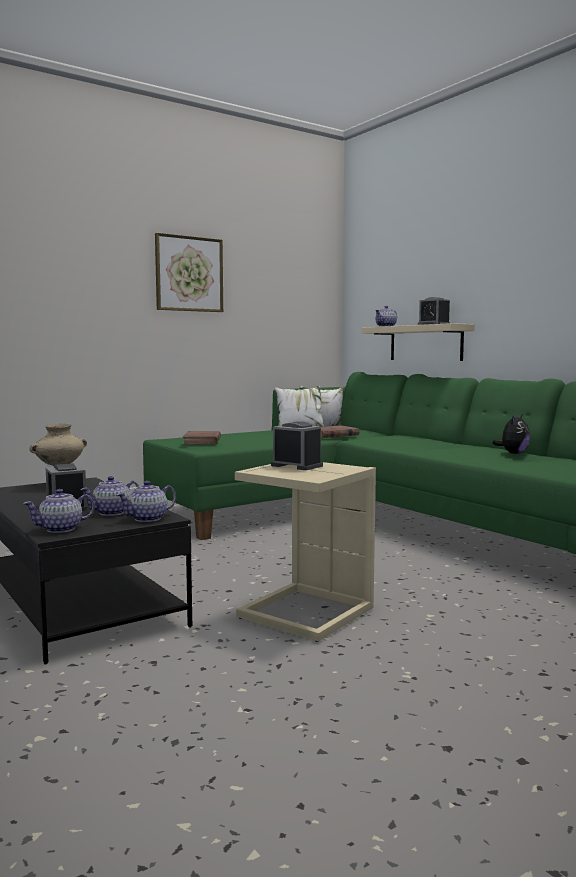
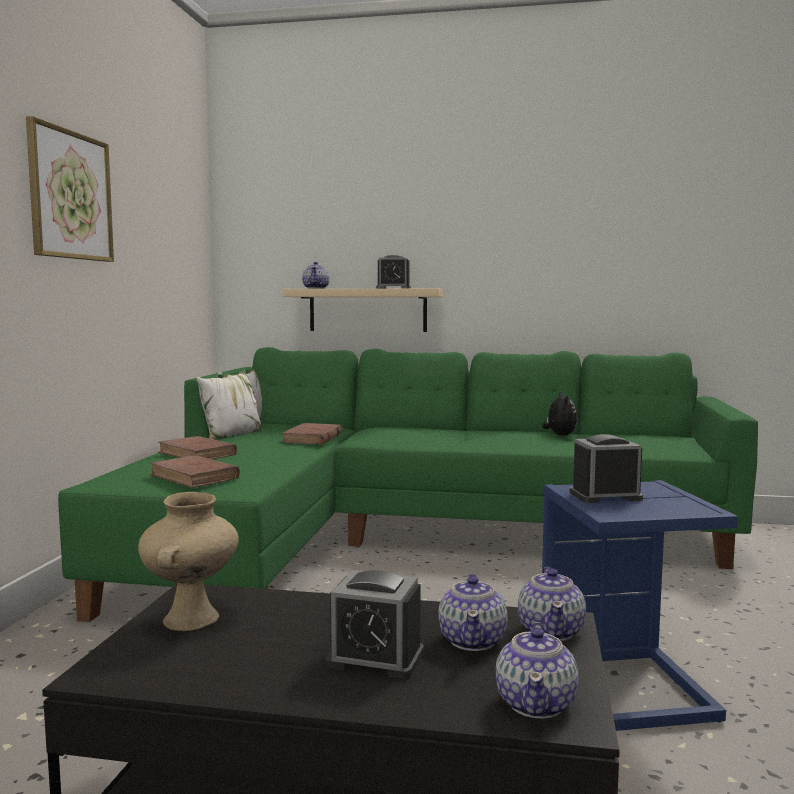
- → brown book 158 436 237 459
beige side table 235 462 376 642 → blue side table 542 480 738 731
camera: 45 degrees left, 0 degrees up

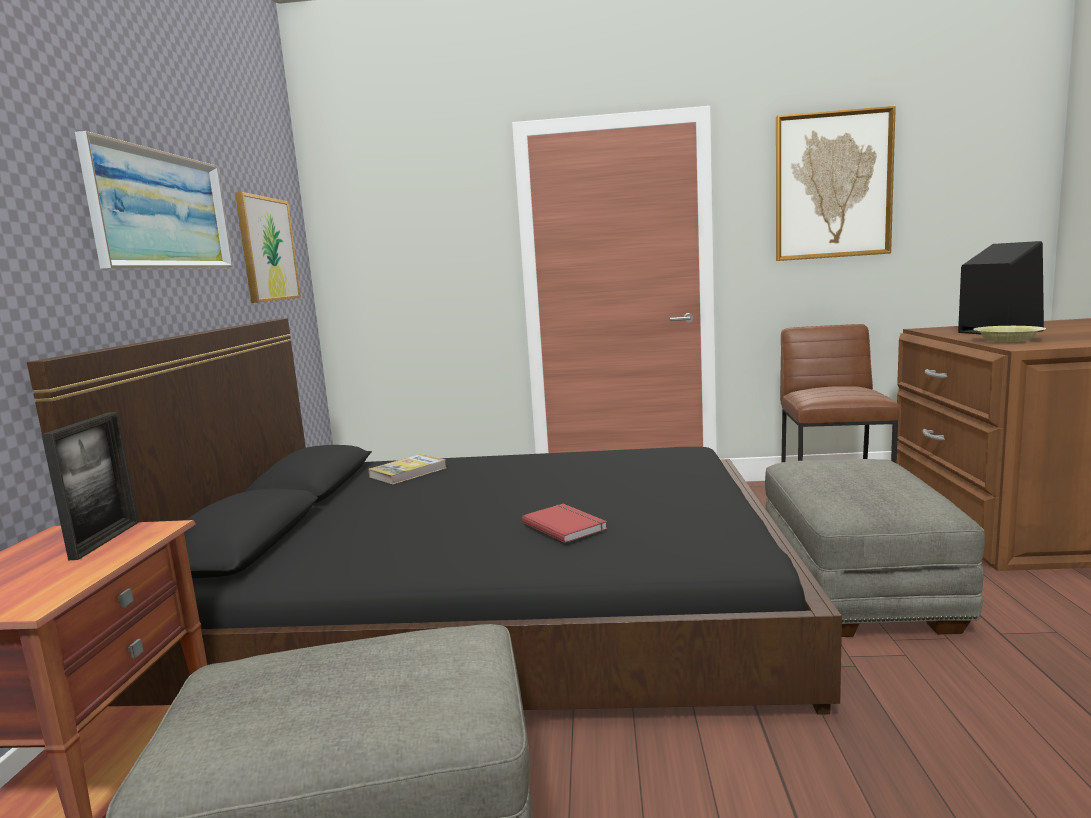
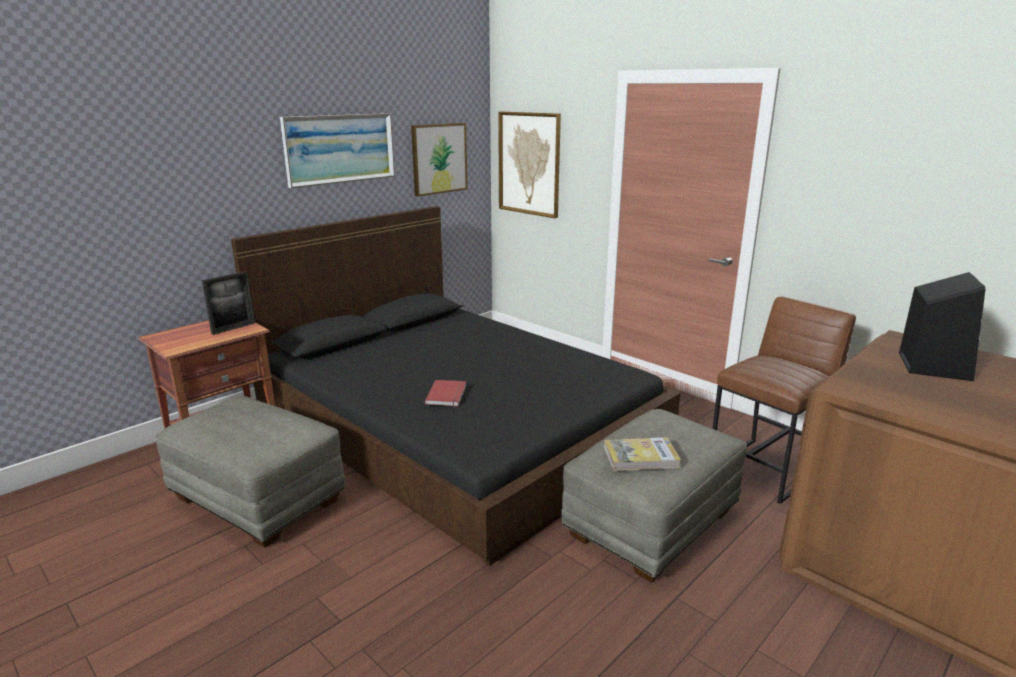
yellow bowl 973 326 1046 342 → -
book 369 454 446 484 → book 604 437 681 471, relocated
picture 776 106 896 261 → picture 498 112 561 218, relocated
camera: 40 degrees right, 10 degrees up

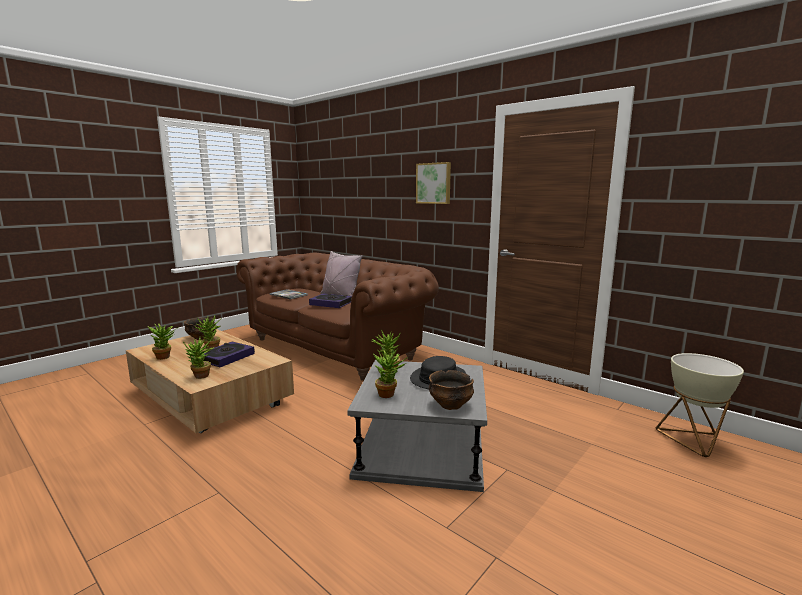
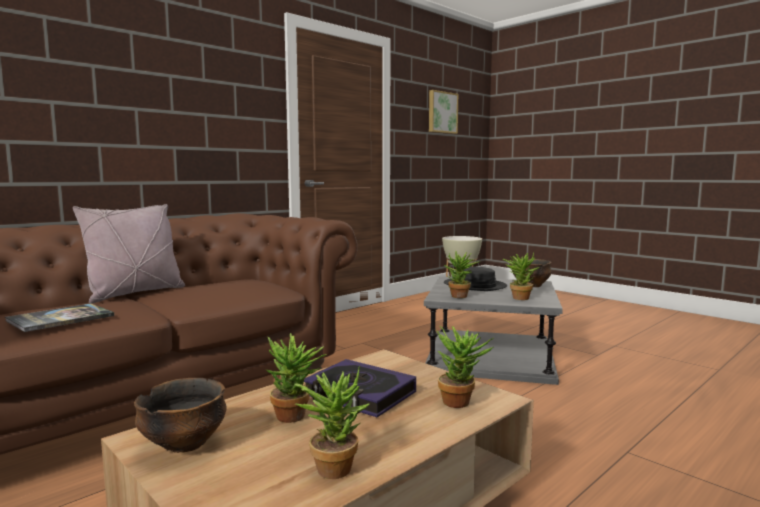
book 309 294 352 308 → -
picture 416 162 451 204 → picture 429 90 458 134, relocated
camera: 85 degrees left, 5 degrees down

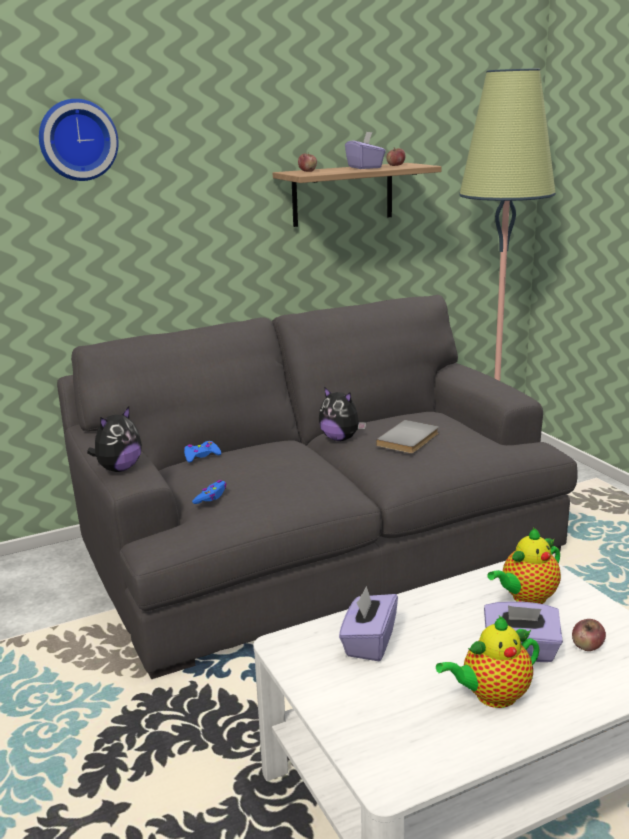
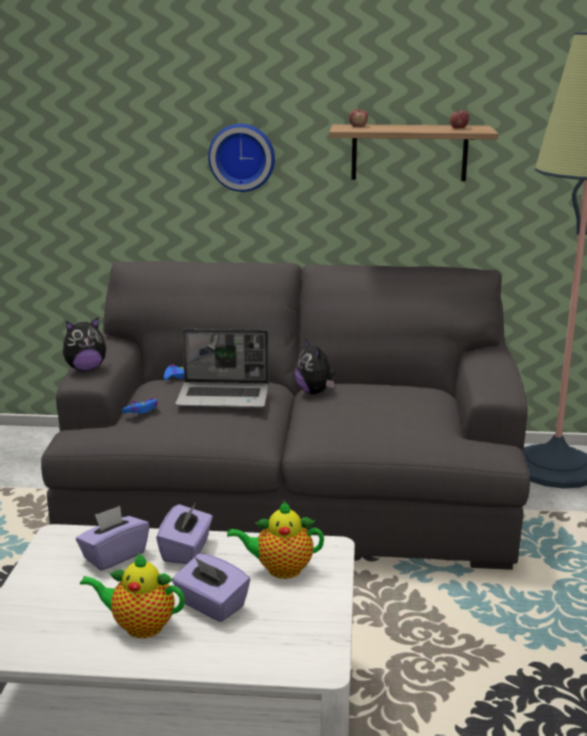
grey book 376 420 439 454 → -
apple 572 619 606 651 → -
- → laptop 175 329 269 408
wall clock 39 99 119 181 → wall clock 208 124 275 192, relocated
purple tissue box 345 132 386 169 → purple tissue box 156 503 213 564, relocated
camera: 30 degrees right, 0 degrees up

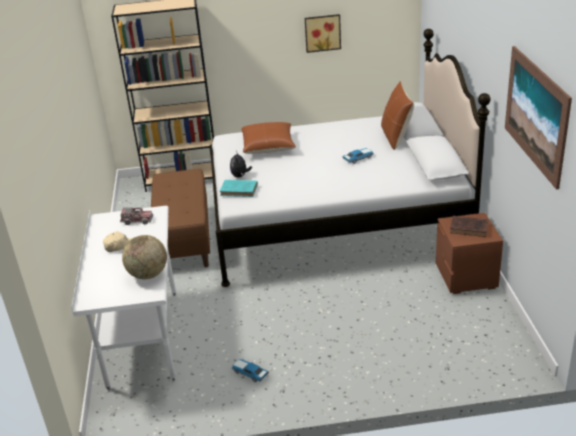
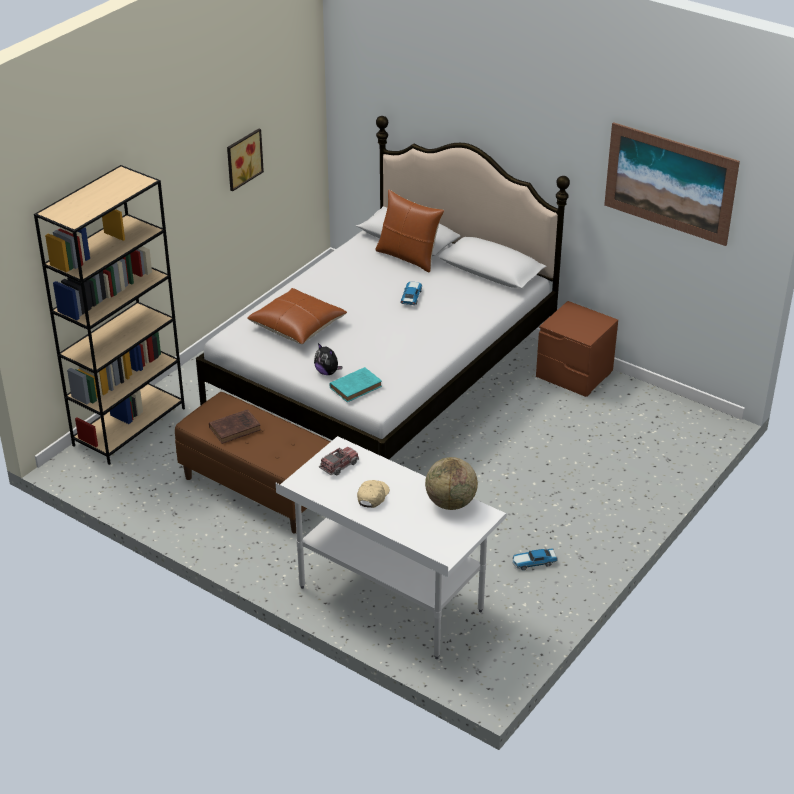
brown book 450 216 489 237 → brown book 209 409 261 444, relocated
camera: 50 degrees left, 5 degrees up

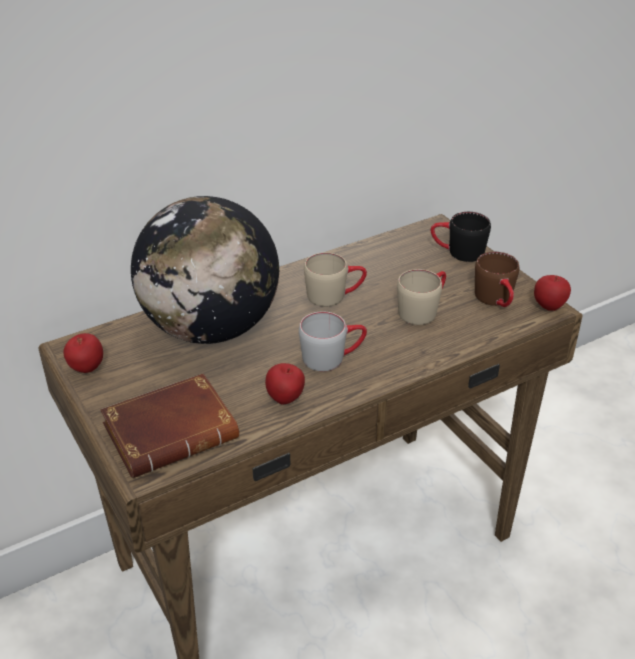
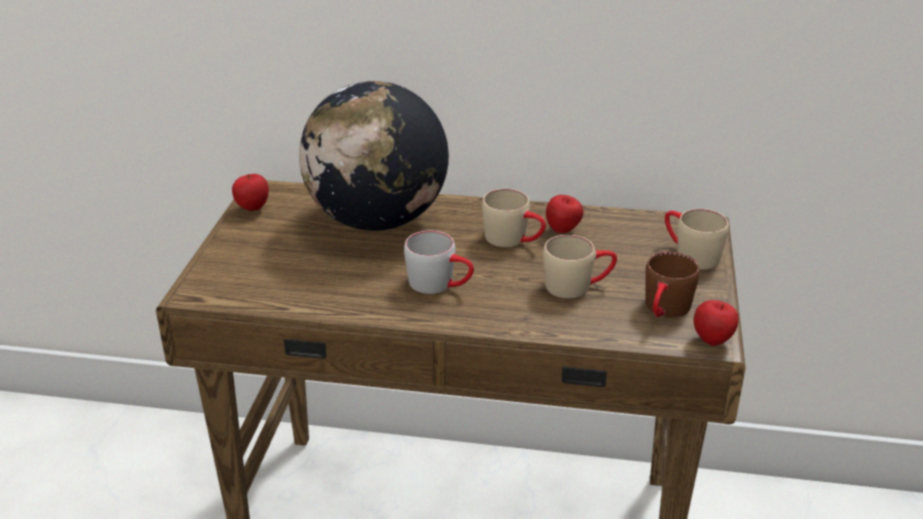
brown book 100 373 239 478 → -
apple 265 363 305 405 → apple 546 195 584 233, relocated
black mug 431 212 491 262 → beige mug 665 209 729 270
camera: 40 degrees right, 5 degrees down

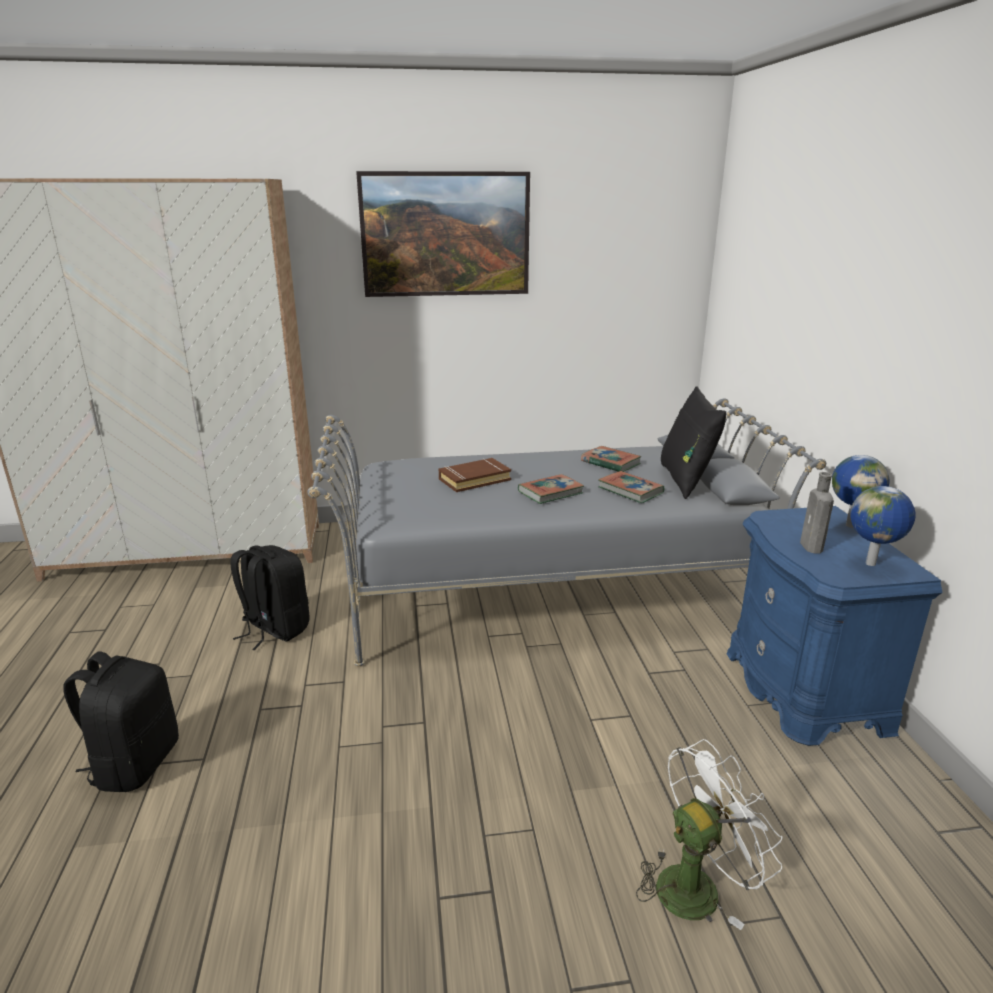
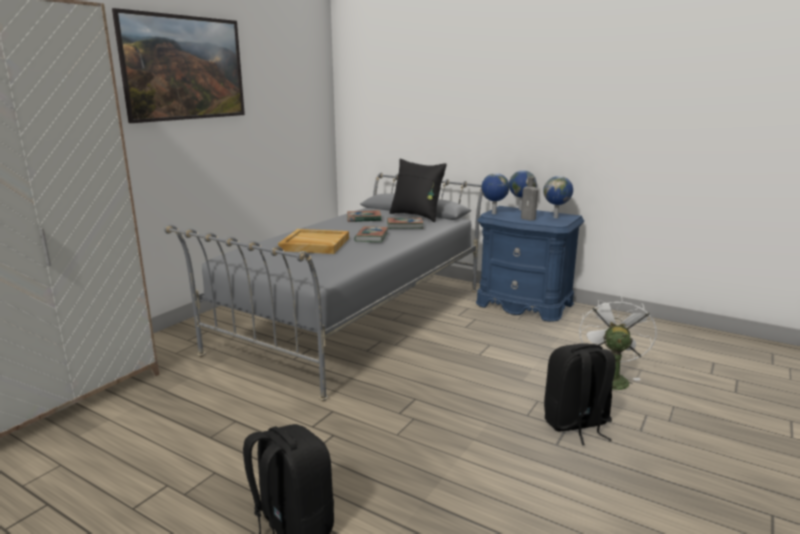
- → globe 481 173 510 214
black backpack 230 545 309 650 → black backpack 544 343 616 445, relocated
brown book 439 458 511 492 → beige tray 278 229 349 254
camera: 50 degrees left, 5 degrees down

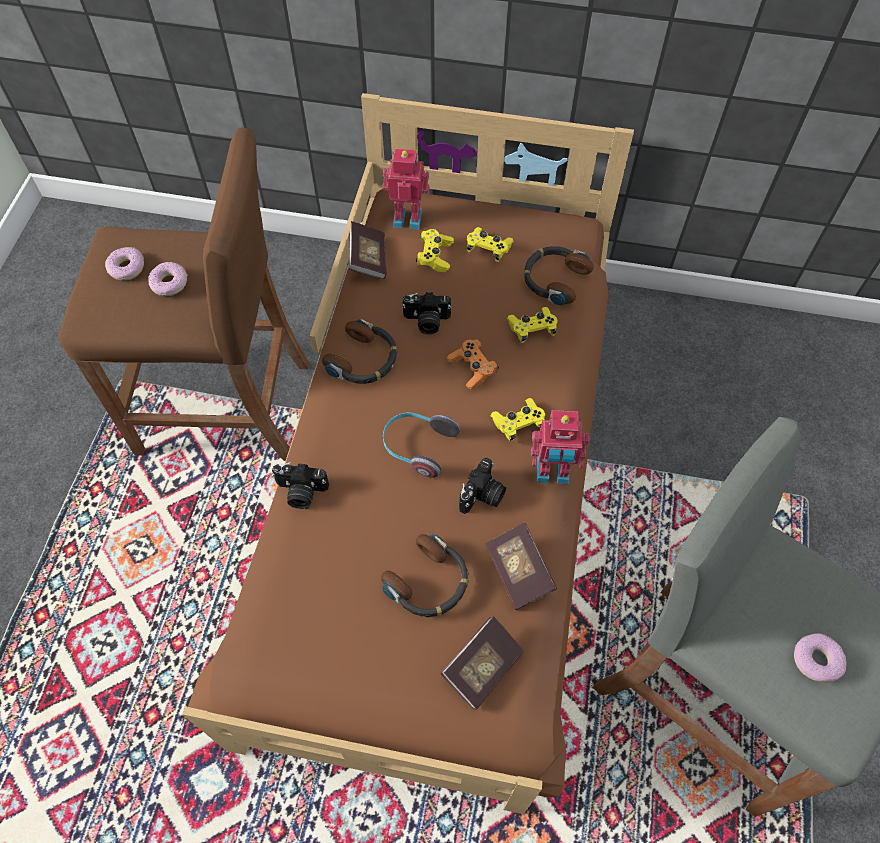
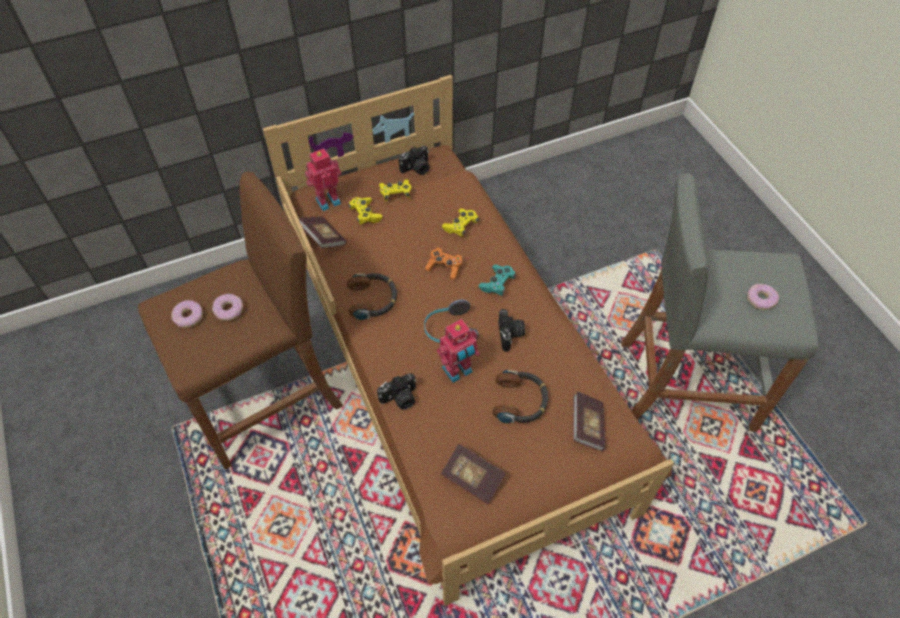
headphones 523 246 594 305 → -
photo camera 402 292 451 334 → photo camera 399 146 430 175, relocated
book 485 523 557 610 → book 441 444 506 504, relocated
toy robot 531 410 589 484 → toy robot 437 319 480 383, relocated
yellow game controller 490 398 545 442 → turquoise game controller 479 265 516 296
camera: 35 degrees left, 5 degrees down

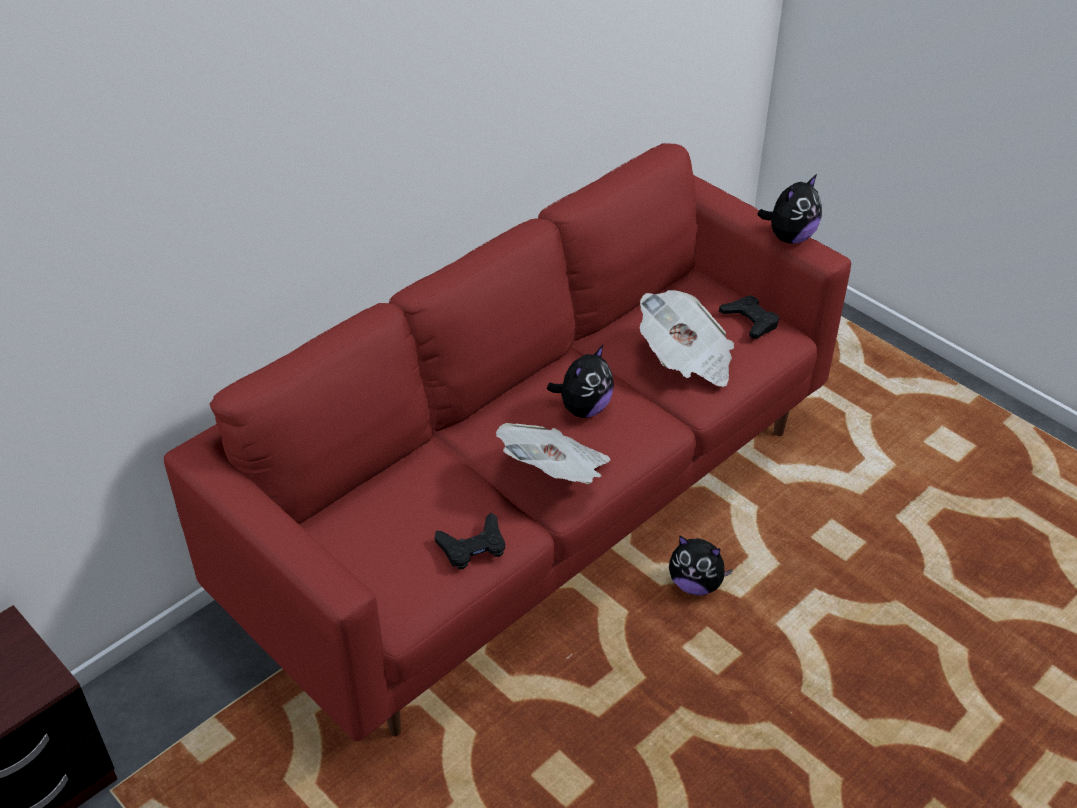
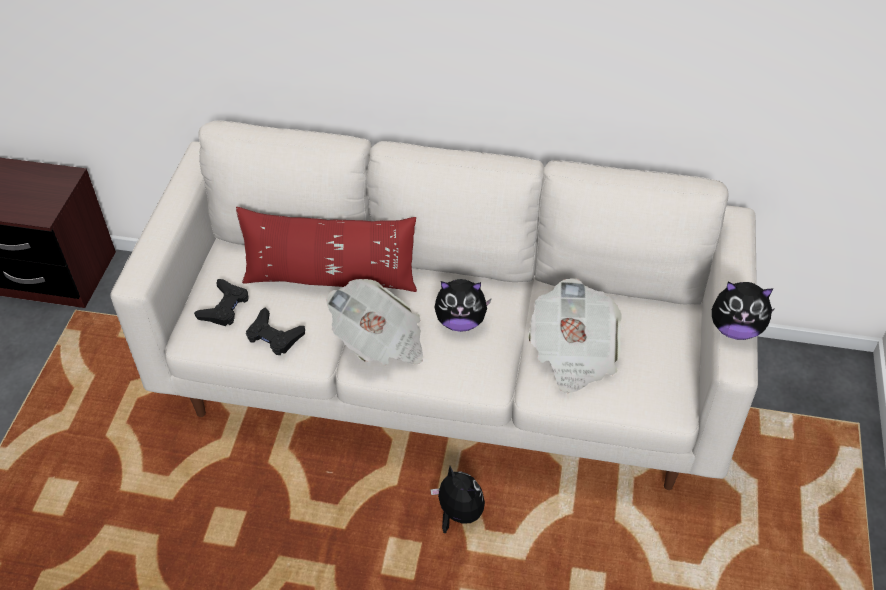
- → red pillow 236 207 417 292
black game controller 719 295 779 339 → black game controller 194 279 248 326, relocated
red sofa 164 143 851 741 → white sofa 111 121 758 490
plush toy 669 535 733 596 → plush toy 430 466 485 533, 150 degrees clockwise
camera: 55 degrees right, 5 degrees up

